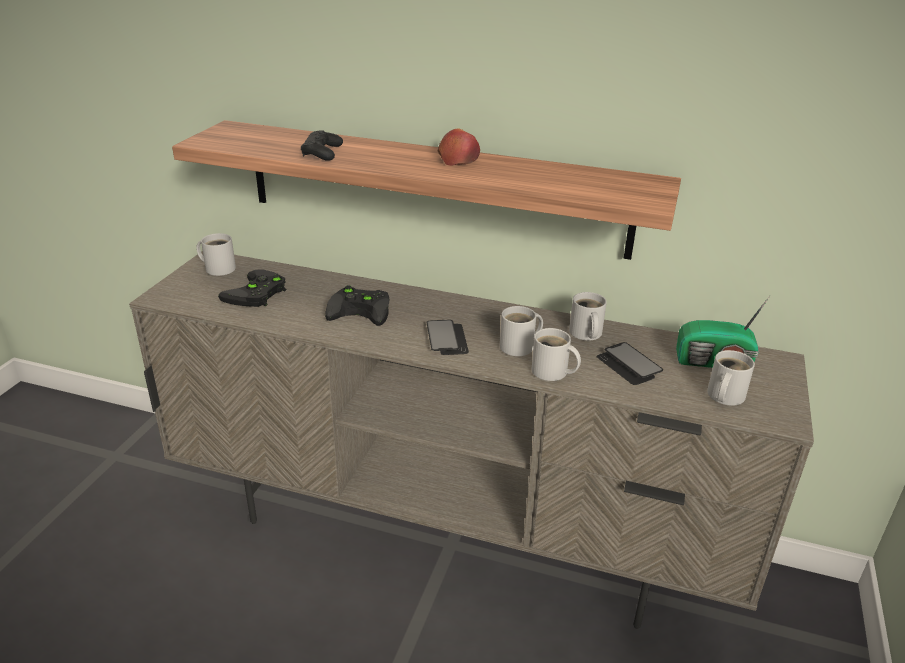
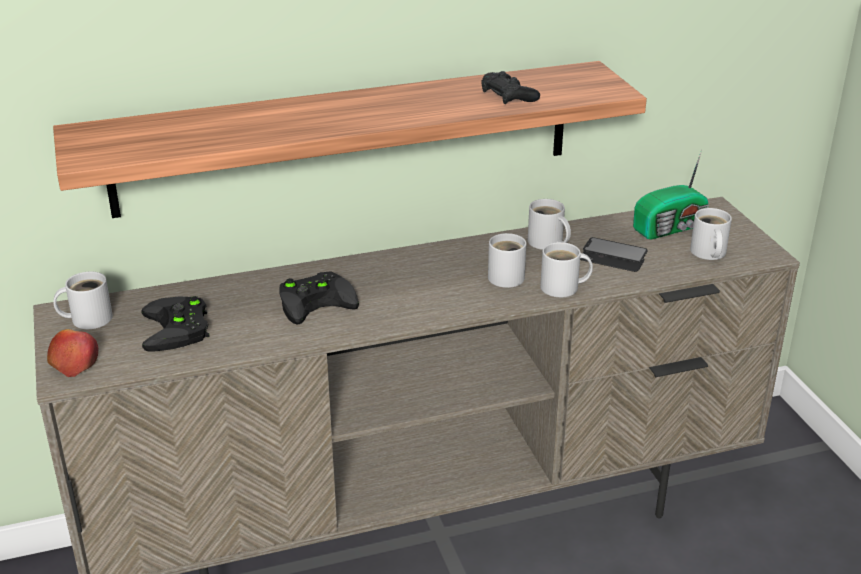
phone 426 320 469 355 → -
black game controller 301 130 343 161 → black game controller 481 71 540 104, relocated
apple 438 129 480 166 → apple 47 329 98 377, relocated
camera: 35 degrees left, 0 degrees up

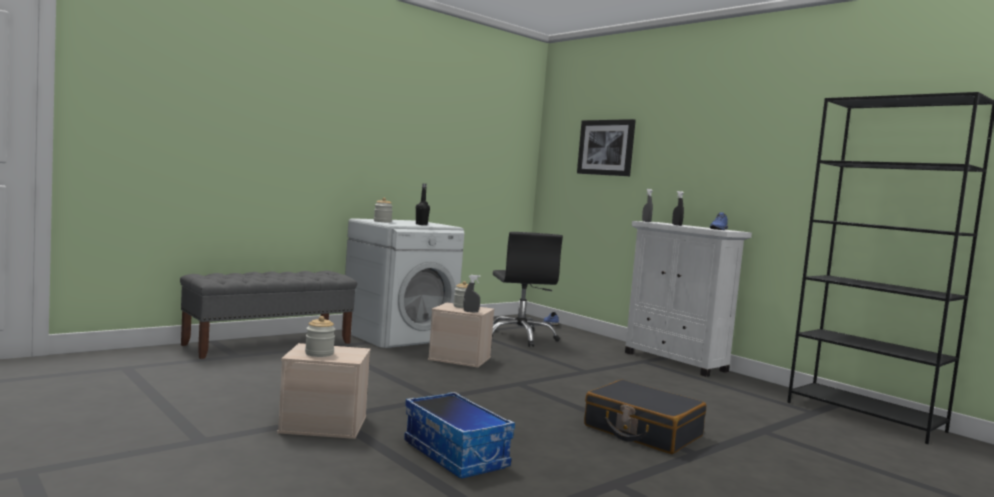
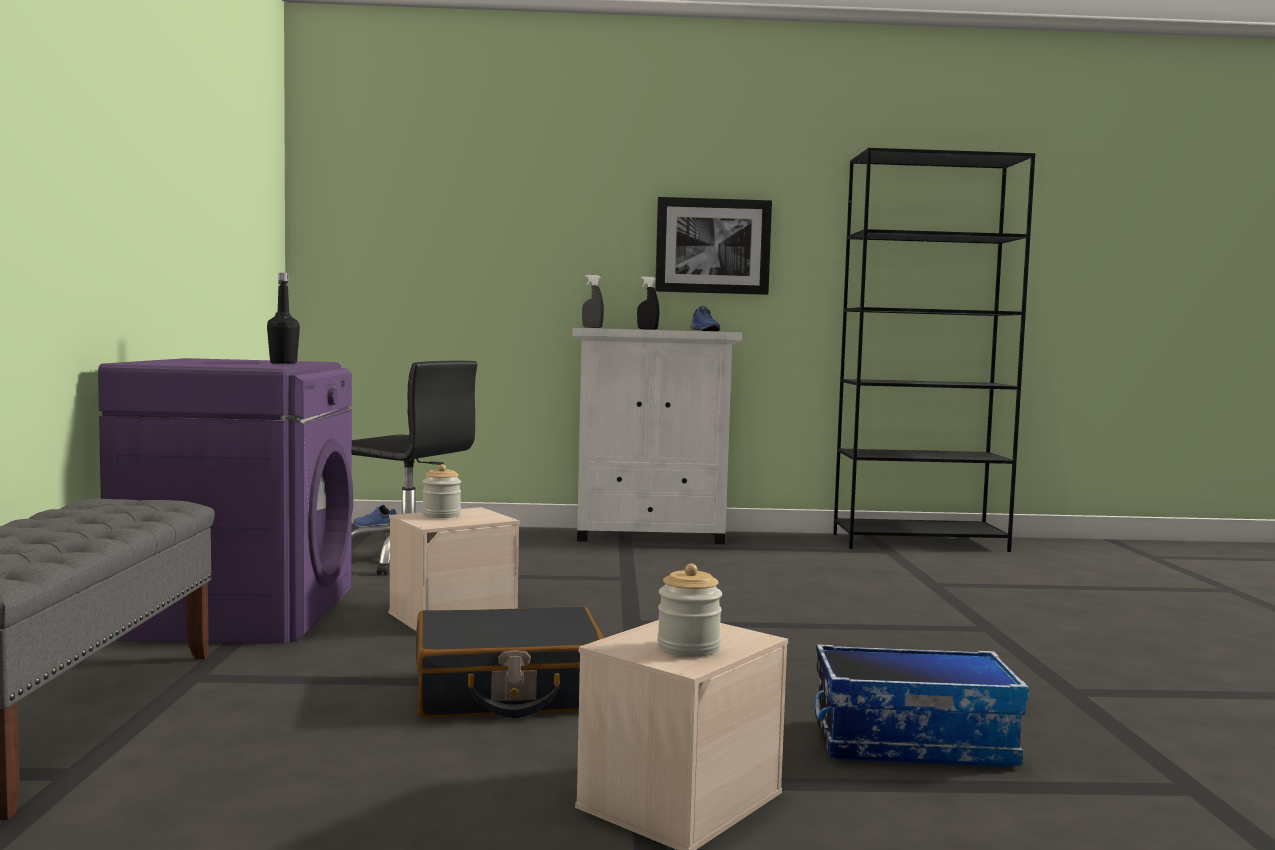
jar 374 198 393 223 → -
grey spray bottle 463 275 480 313 → -
picture 577 119 636 176 → picture 655 197 772 295, relocated
black suitcase 584 379 706 454 → black suitcase 416 607 604 718, relocated
white washing machine 342 218 464 348 → purple washing machine 98 358 353 643
camera: 50 degrees left, 0 degrees up

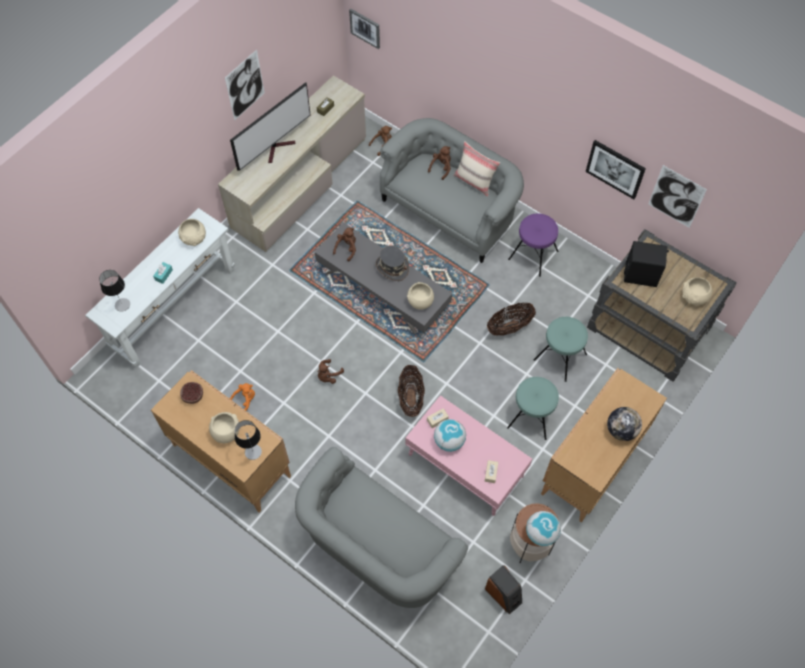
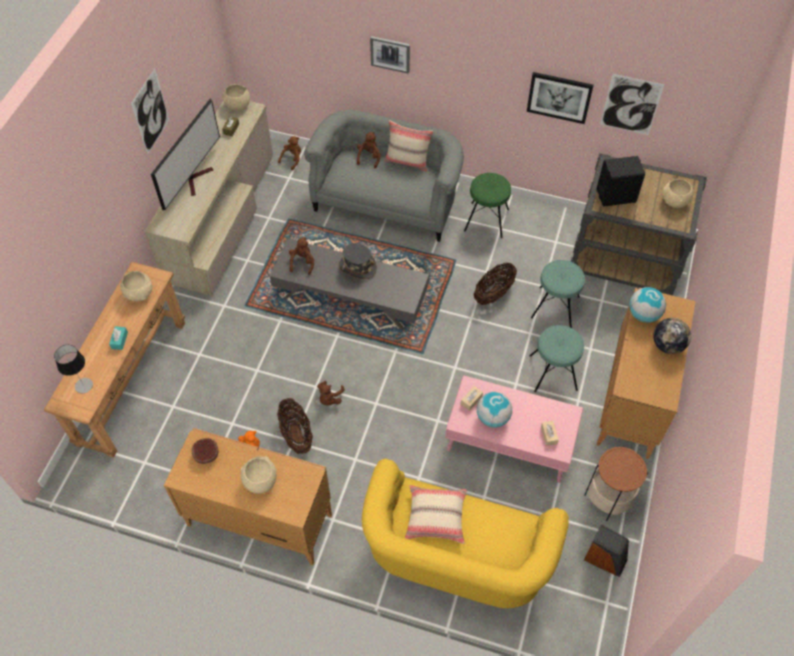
table lamp 235 420 262 460 → -
- → beige pillow 405 485 467 544
picture 349 9 380 49 → picture 370 36 410 74, relocated
basket 398 365 425 417 → basket 277 398 313 454, relocated
beige bowl 407 282 434 310 → beige bowl 223 84 250 111, relocated
globe 526 511 561 546 → globe 629 287 666 323, relocated
white console table 85 208 235 368 → brown console table 44 262 185 458
grey sofa 295 447 468 608 → yellow sofa 362 459 569 608
purple stool 508 213 558 277 → green stool 464 173 511 238
camera: 20 degrees left, 5 degrees down

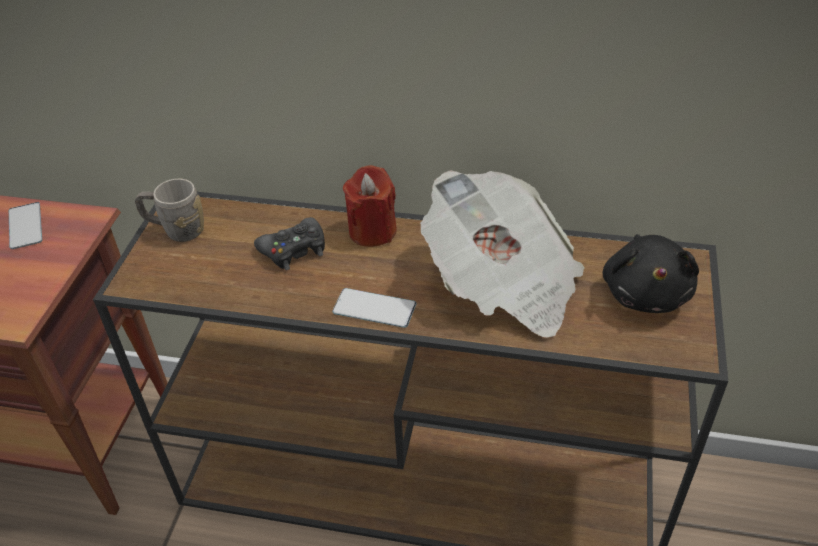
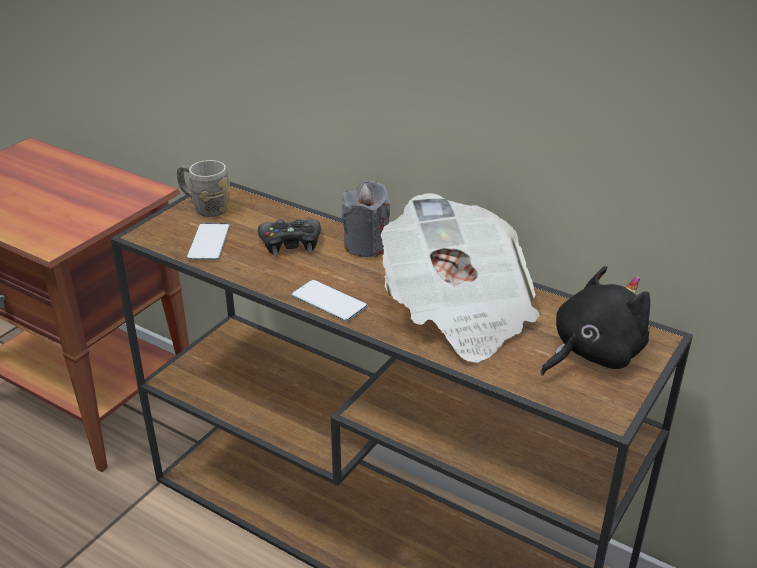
phone 9 202 42 249 → phone 187 223 230 260, relocated
red candle 343 165 397 247 → grey candle 342 181 390 257
black plush toy 602 234 699 313 → black plush toy 540 266 650 376, 150 degrees counterclockwise
camera: 20 degrees right, 10 degrees down

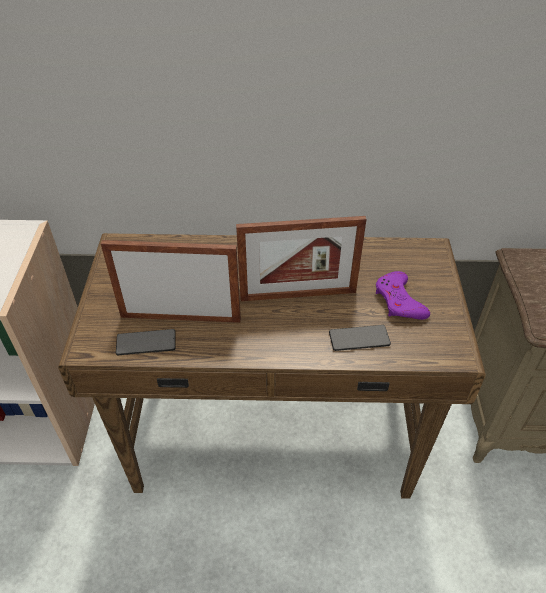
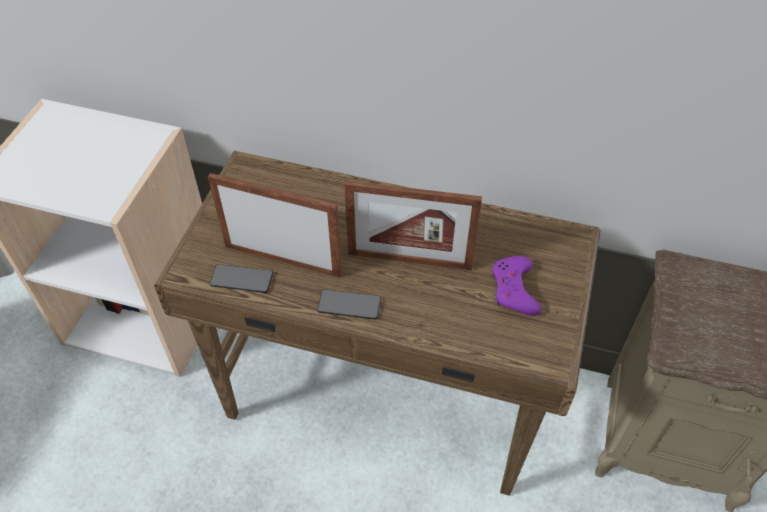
phone 329 325 391 351 → phone 317 289 381 320, relocated
camera: 15 degrees right, 5 degrees up

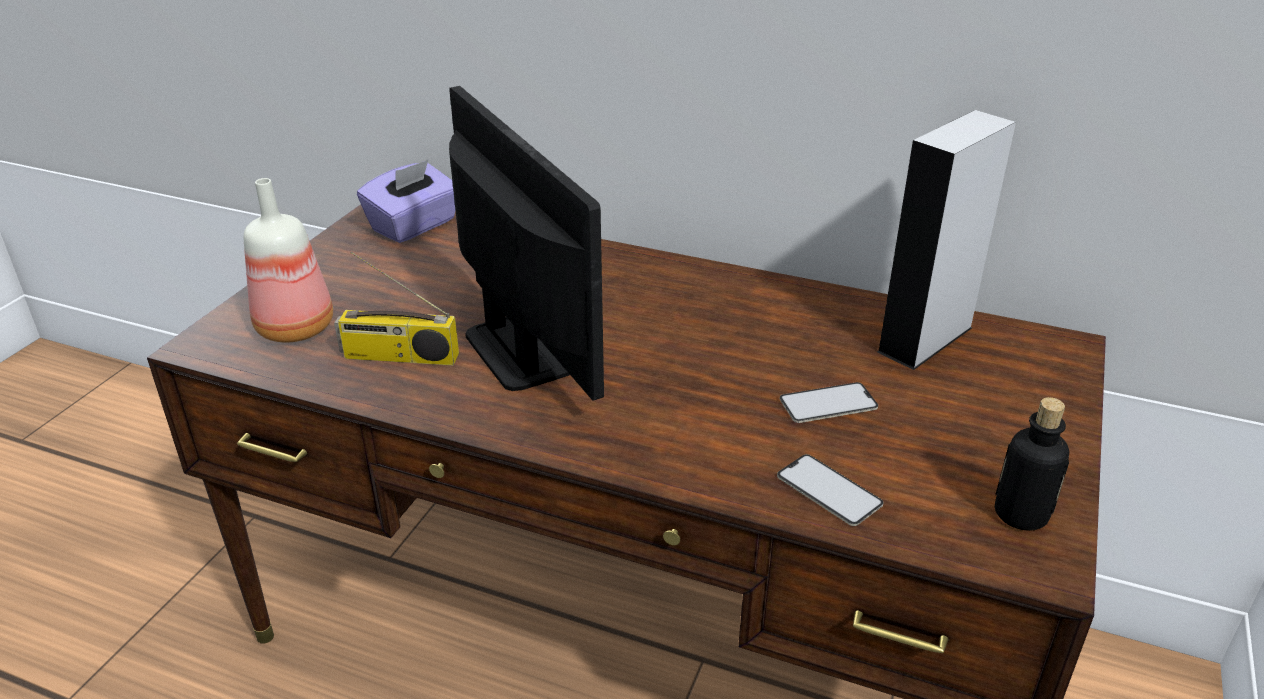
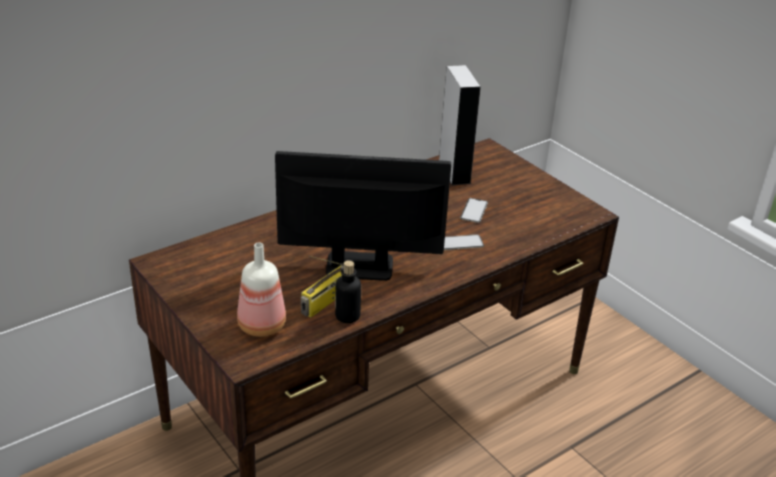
purple tissue box 357 160 455 243 → -
phone 777 454 884 526 → phone 444 234 484 250, relocated
bottle 995 397 1069 531 → bottle 335 260 361 323, relocated
camera: 60 degrees left, 0 degrees up

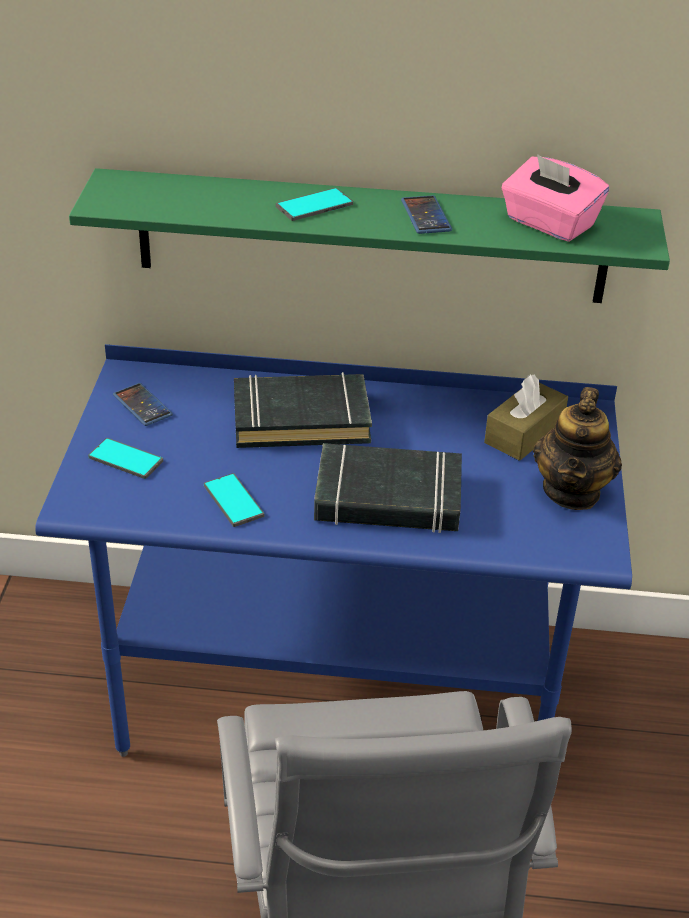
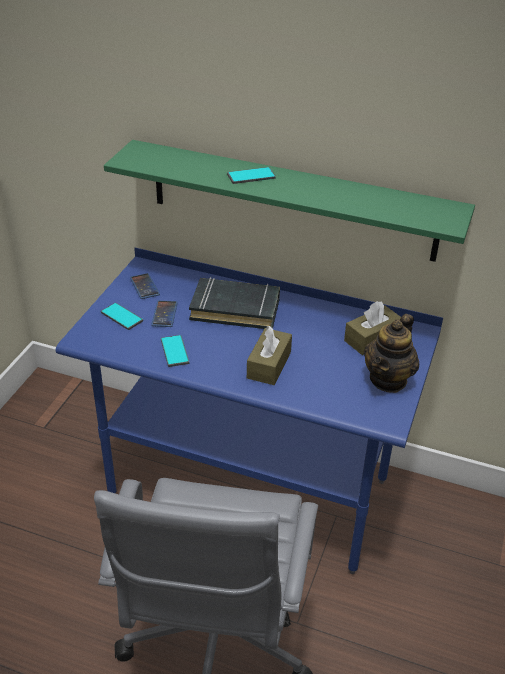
pink tissue box 502 154 609 242 → -
phone 401 195 452 234 → phone 151 300 178 327, relocated
black book 314 443 462 533 → brown tissue box 247 326 292 385
camera: 15 degrees right, 0 degrees up

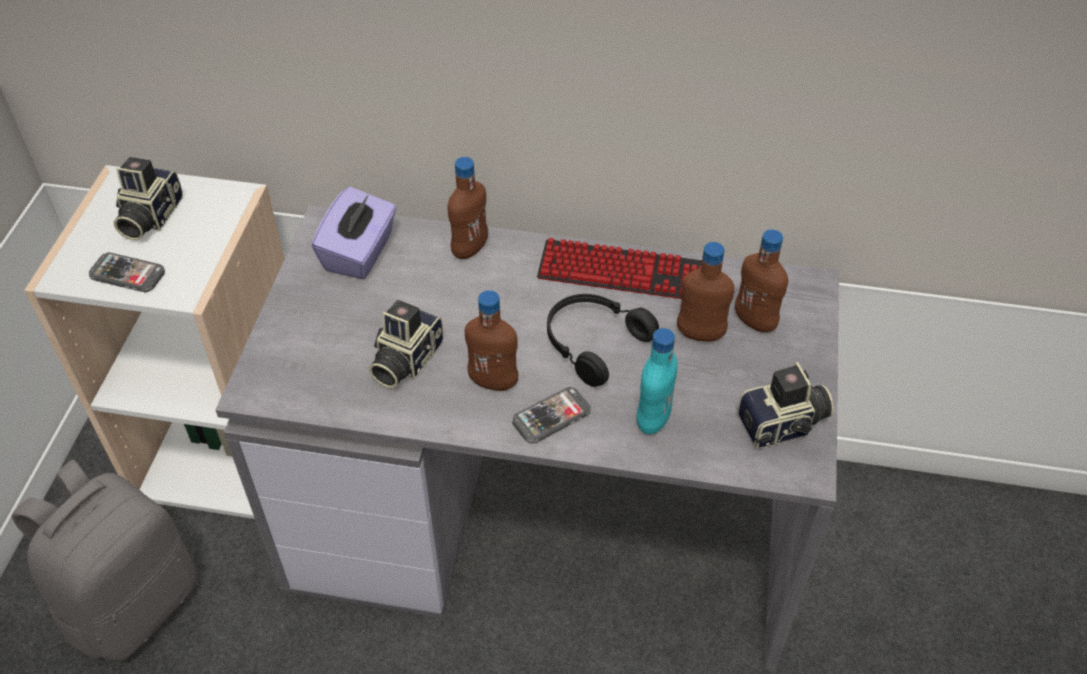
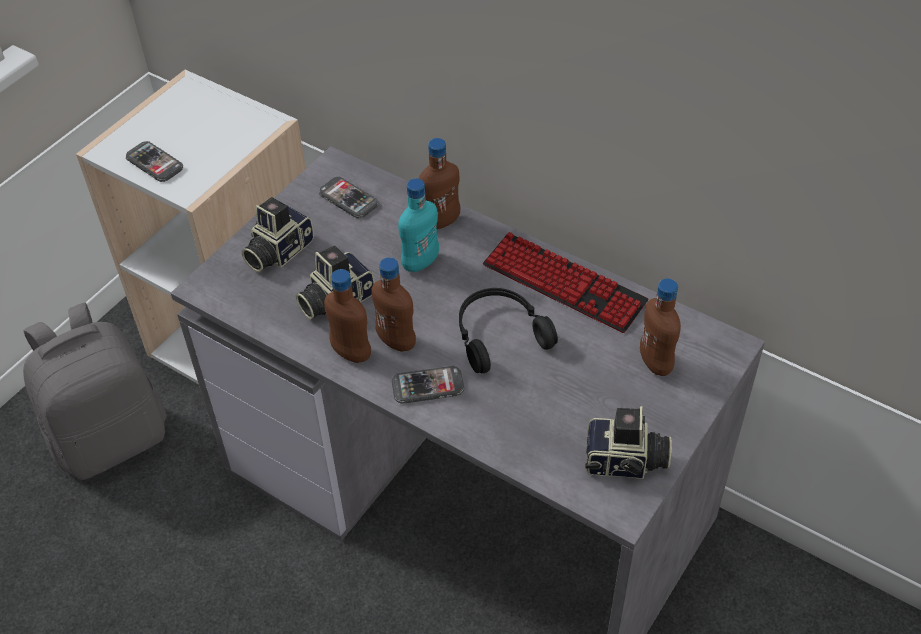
photo camera 114 157 183 240 → photo camera 242 197 314 272, relocated
turquoise bottle 637 328 678 434 → turquoise bottle 398 178 439 272, relocated
brown bottle 677 242 735 342 → brown bottle 324 269 371 363, relocated
purple tissue box 312 186 397 279 → phone 319 177 378 218
camera: 25 degrees right, 0 degrees up

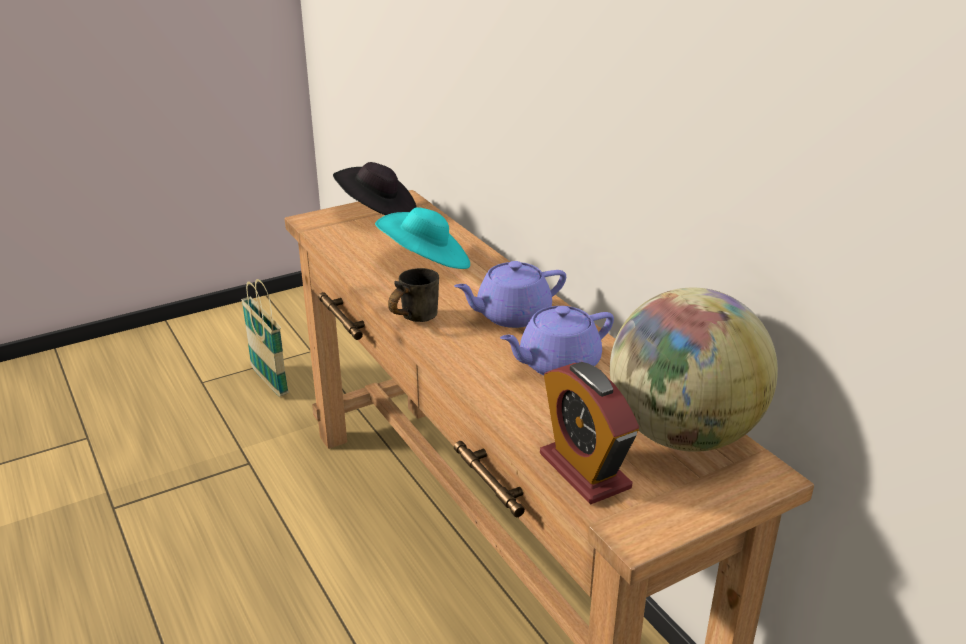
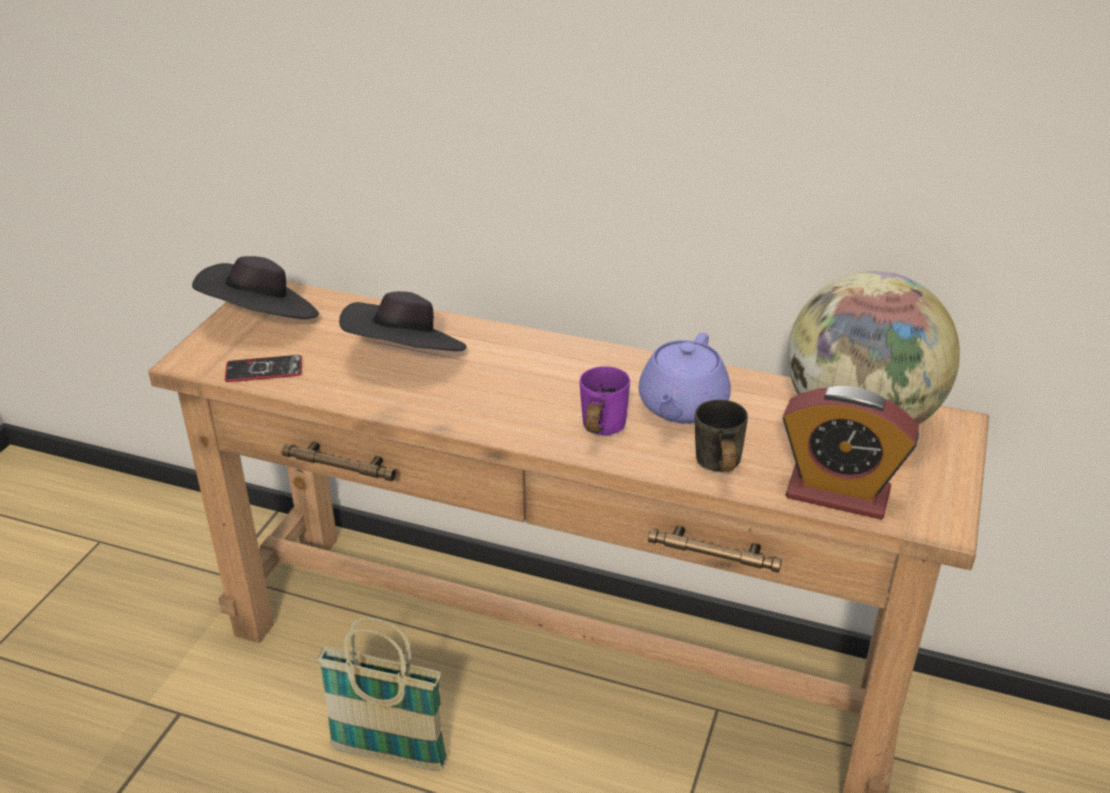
purple teapot 454 261 566 328 → -
- → phone 225 355 302 382
- → purple mug 580 366 630 435
basket 241 279 289 397 → basket 317 617 447 771, relocated
grey mug 388 268 439 322 → grey mug 695 400 748 472, relocated
turquoise hat 375 207 470 269 → black hat 339 291 466 351
camera: 40 degrees left, 5 degrees up

